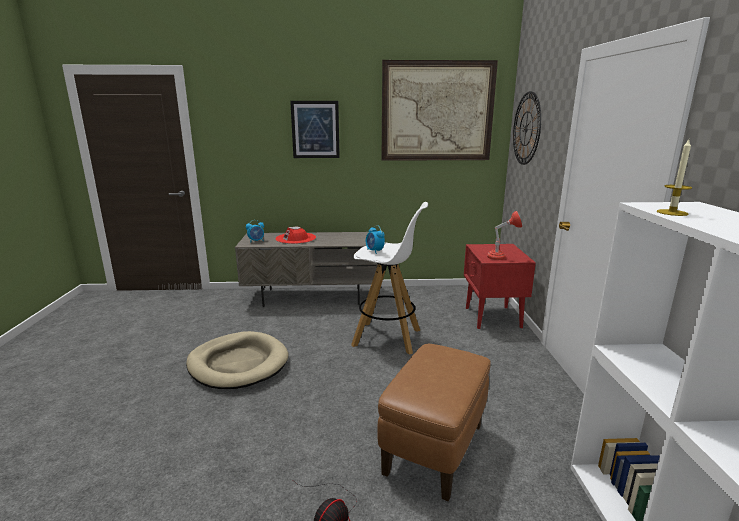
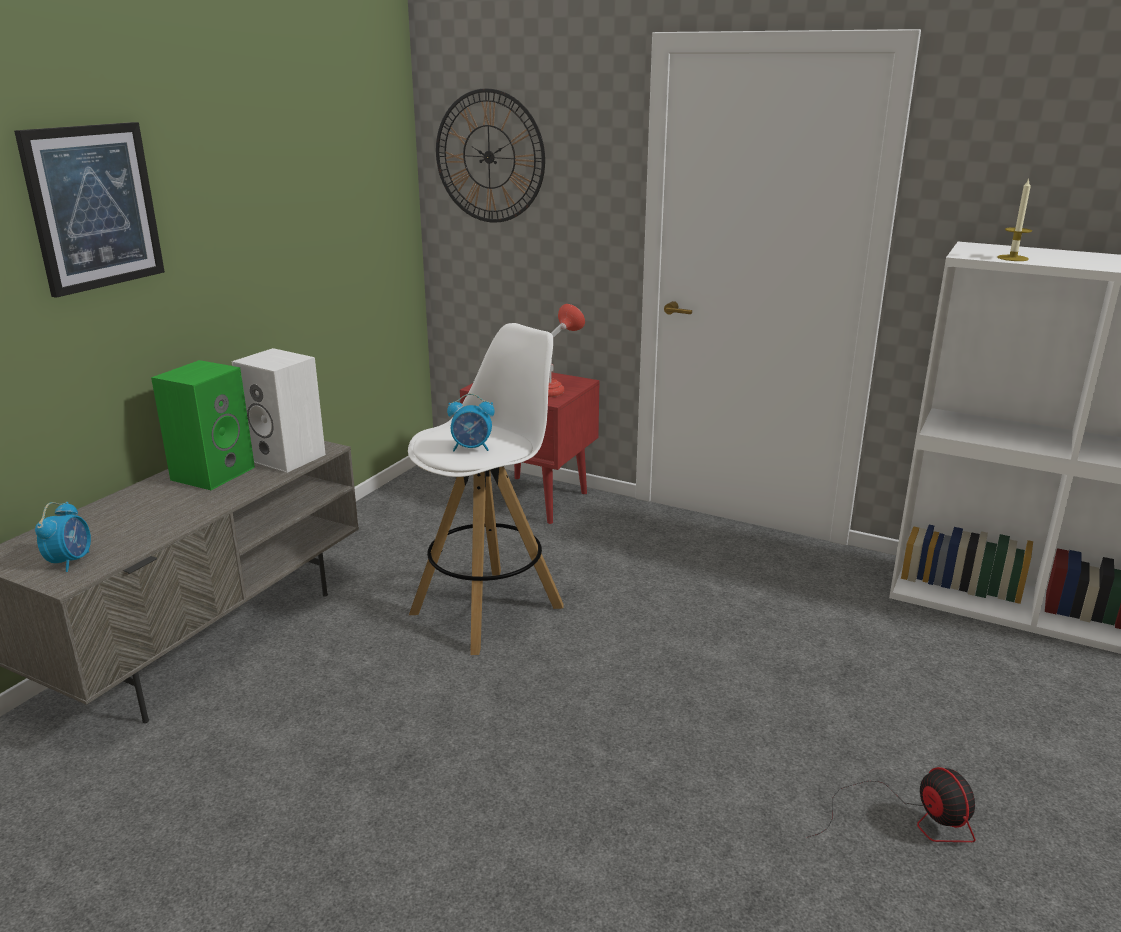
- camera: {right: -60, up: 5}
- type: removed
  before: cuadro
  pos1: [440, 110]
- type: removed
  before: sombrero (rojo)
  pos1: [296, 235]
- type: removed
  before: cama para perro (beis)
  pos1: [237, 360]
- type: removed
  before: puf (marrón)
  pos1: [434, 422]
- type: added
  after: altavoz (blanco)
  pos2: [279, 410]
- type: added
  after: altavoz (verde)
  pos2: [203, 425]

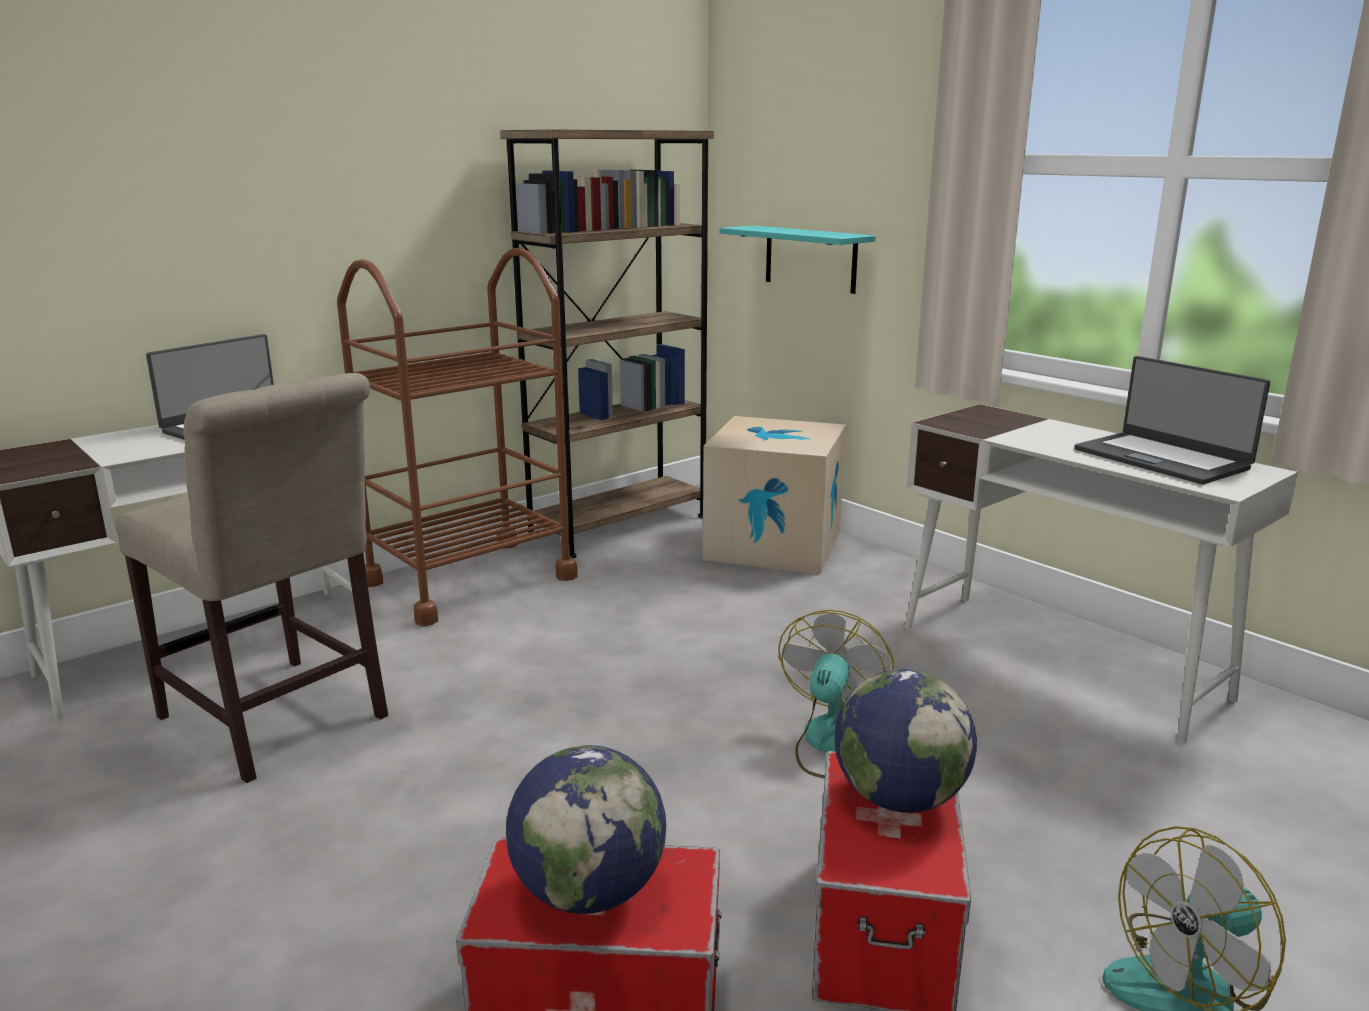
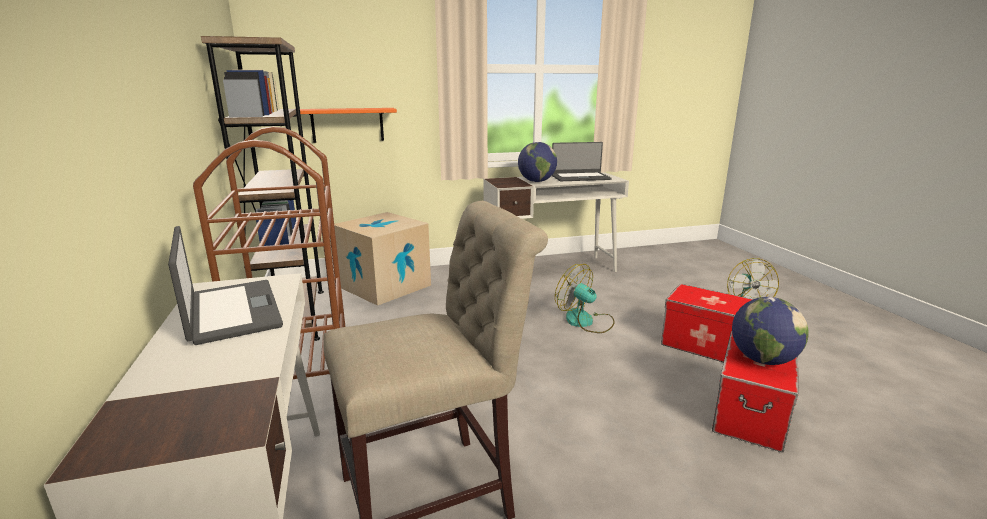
- camera: {right: -65, up: 0}
- type: recoloured
  before: estante (turquesa)
  after: estante (naranja)
  pos1: [798, 259]
  pos2: [348, 125]
- type: moved
  before: globo terráqueo
  pos1: [905, 741]
  pos2: [537, 162]

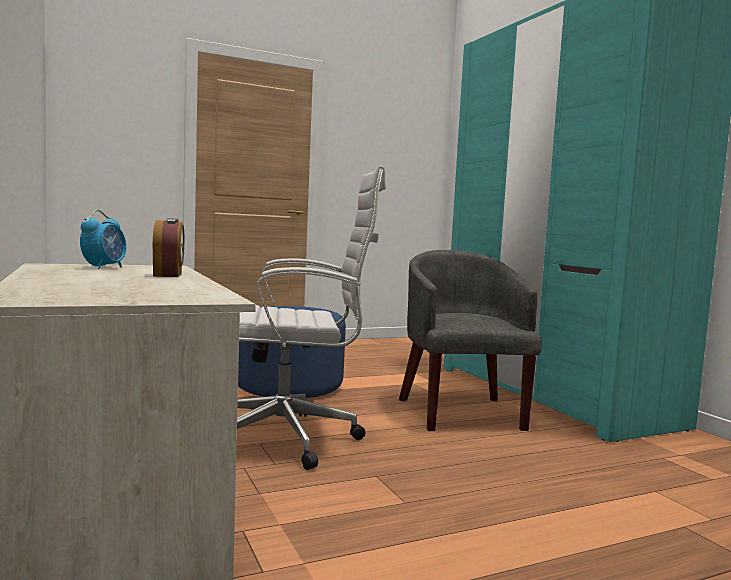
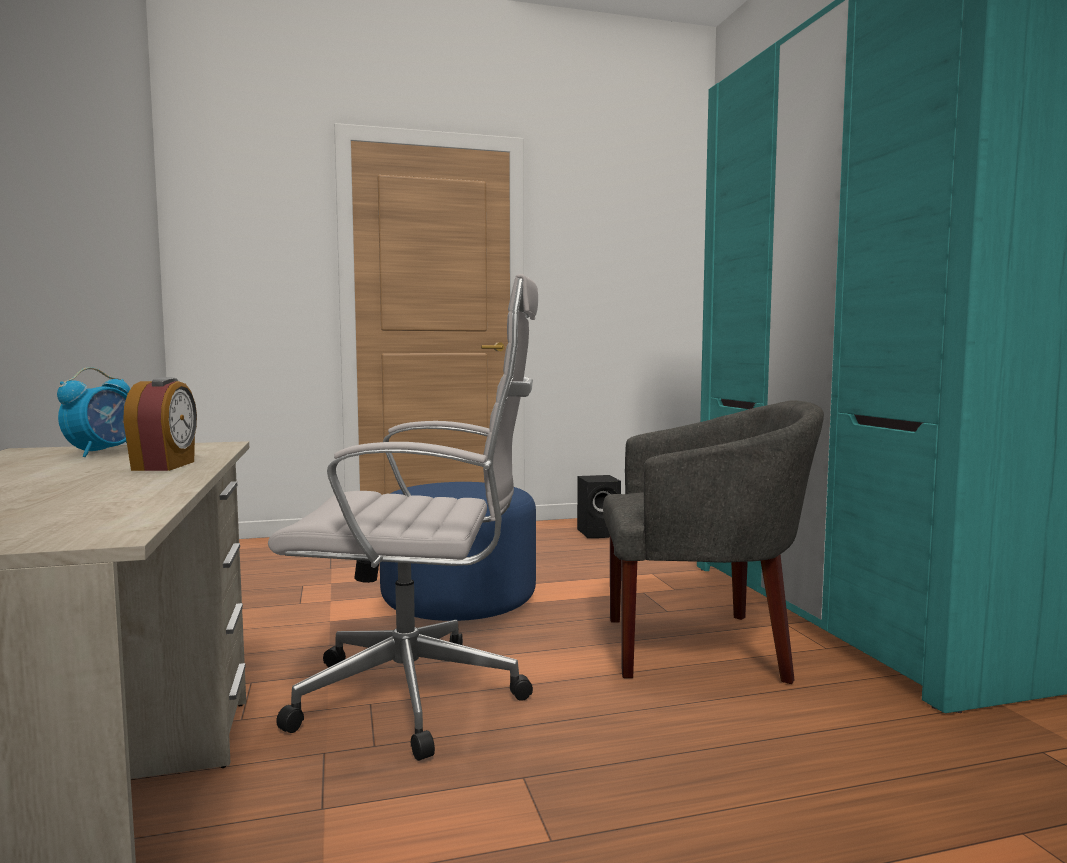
- camera: {right: 10, up: 0}
- type: turned
  before: sillón (gris)
  pos1: [470, 340]
  pos2: [713, 542]
  turn: 90
- type: added
  after: altavoz (negro)
  pos2: [599, 506]

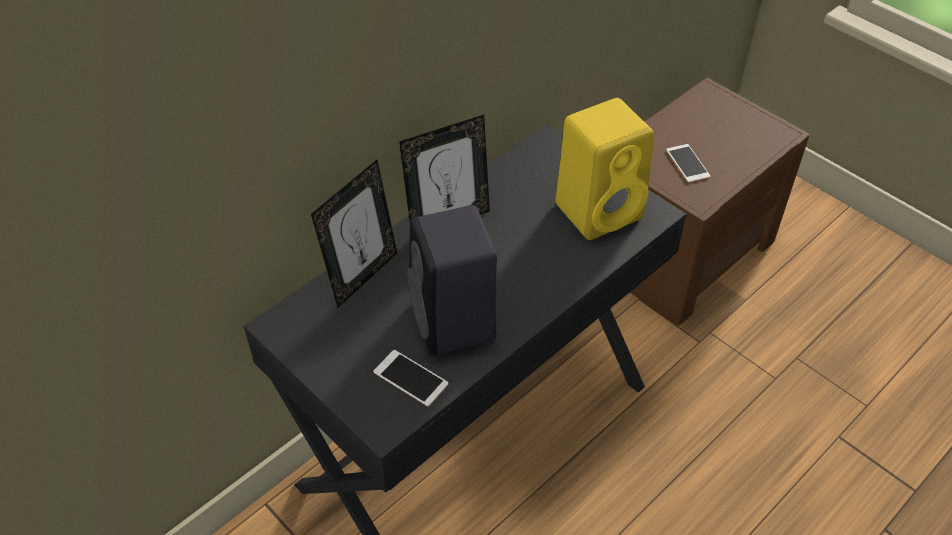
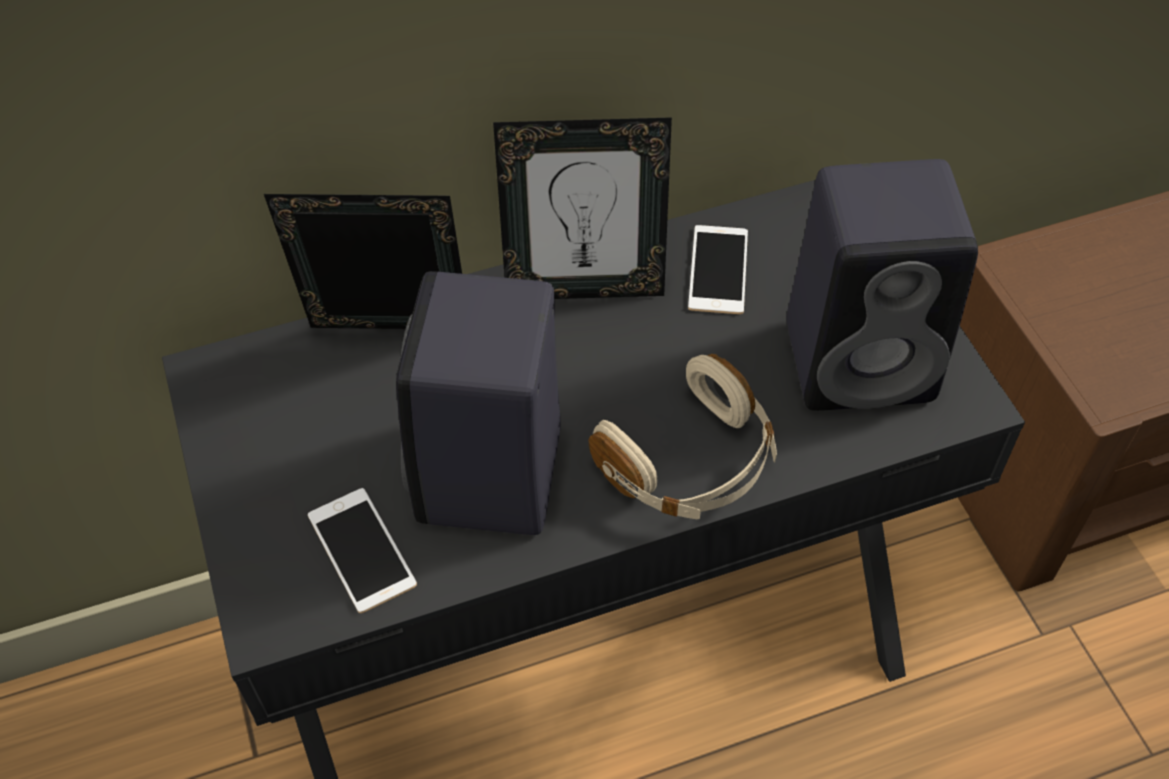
- camera: {right: 25, up: 5}
- type: recoloured
  before: altavoz (amarillo)
  after: altavoz (negro)
  pos1: [604, 169]
  pos2: [882, 285]
- type: moved
  before: móvil
  pos1: [688, 163]
  pos2: [718, 269]
- type: turned
  before: portarretratos
  pos1: [354, 234]
  pos2: [363, 261]
  turn: -150
- type: added
  after: auriculares (beis)
  pos2: [683, 436]

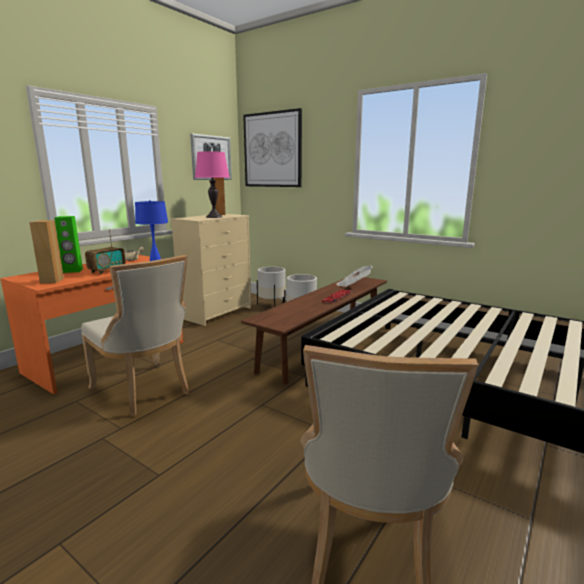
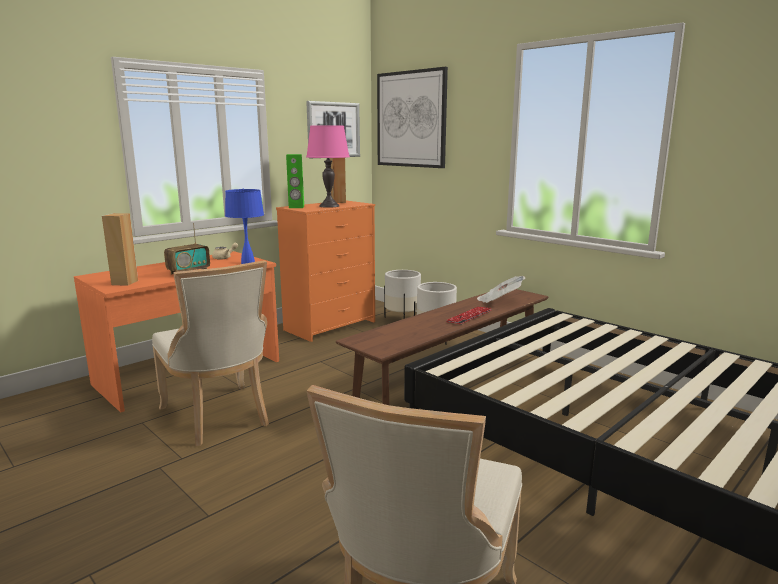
- camera: {right: 10, up: 0}
- type: recoloured
  before: cómoda (beis)
  after: cómoda (naranja)
  pos1: [211, 270]
  pos2: [325, 271]
- type: moved
  before: altavoz (verde)
  pos1: [68, 244]
  pos2: [295, 181]

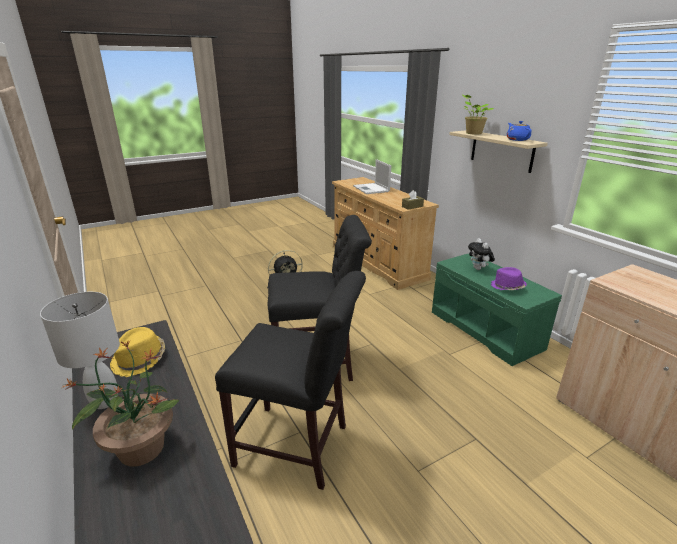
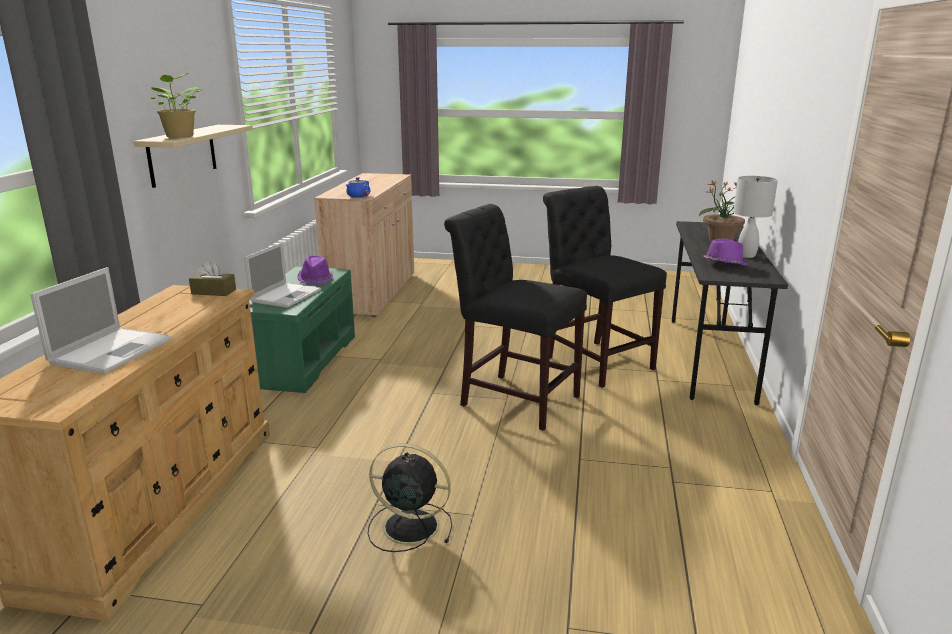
- camera: {right: -140, up: -5}
- type: moved
  before: tetera (azul)
  pos1: [519, 131]
  pos2: [358, 187]
- type: replaced
  before: peluche
  after: portátil
  pos1: [481, 254]
  pos2: [282, 275]
- type: recoloured
  before: sombrero (amarillo)
  after: sombrero (morado)
  pos1: [137, 352]
  pos2: [726, 252]

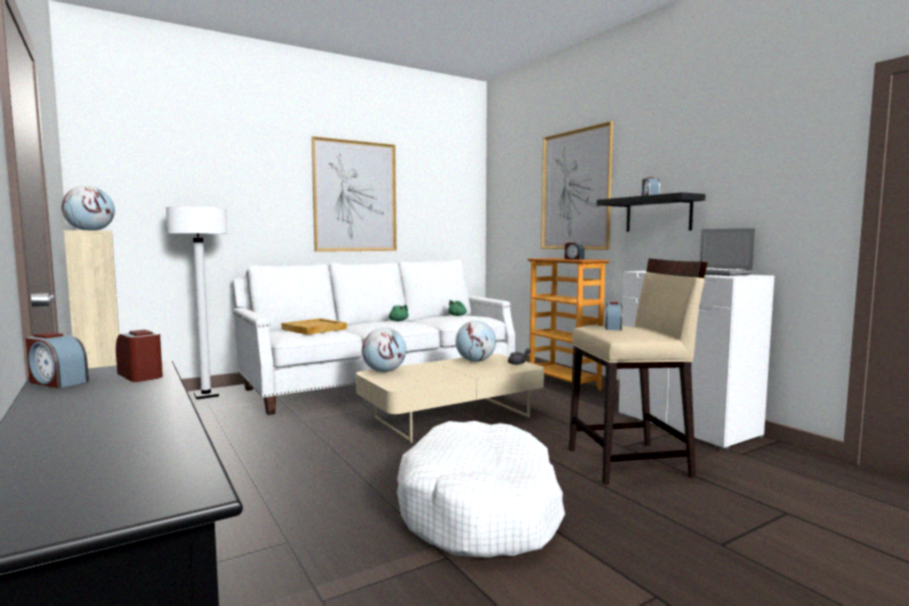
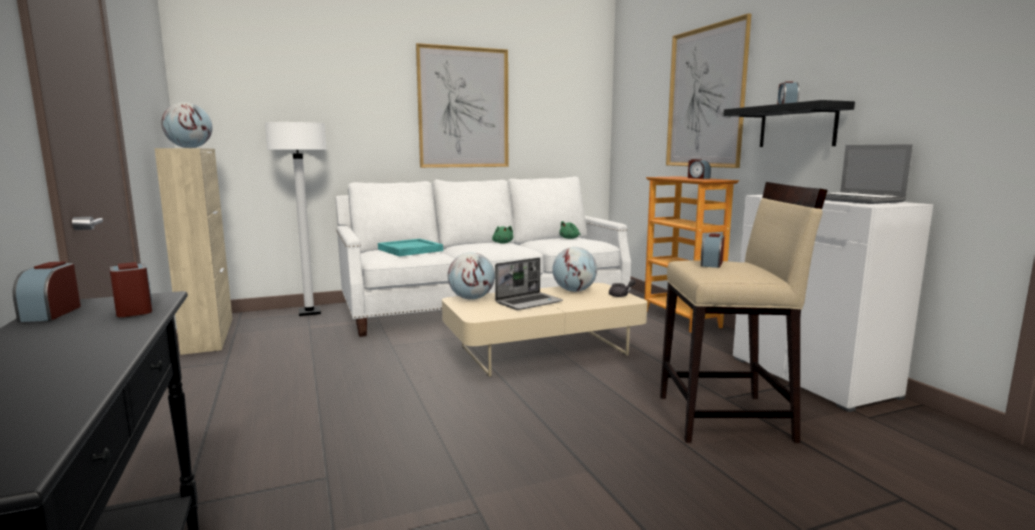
- camera: {right: 10, up: 5}
- type: recoloured
  before: bandeja (beis)
  after: bandeja (turquesa)
  pos1: [314, 326]
  pos2: [410, 247]
- type: turned
  before: despertador
  pos1: [57, 360]
  pos2: [46, 292]
  turn: 45
- type: removed
  before: cama para perro (blanco)
  pos1: [481, 489]
- type: added
  after: portátil
  pos2: [529, 284]

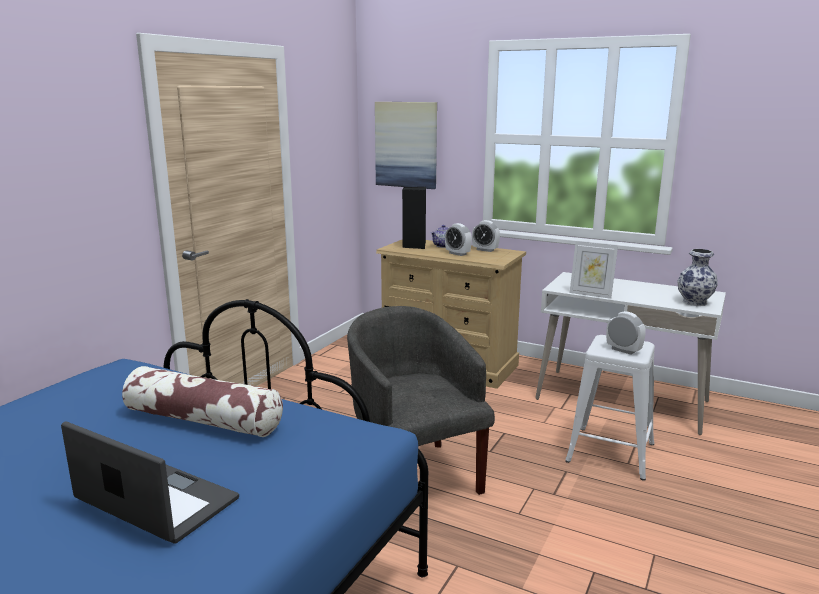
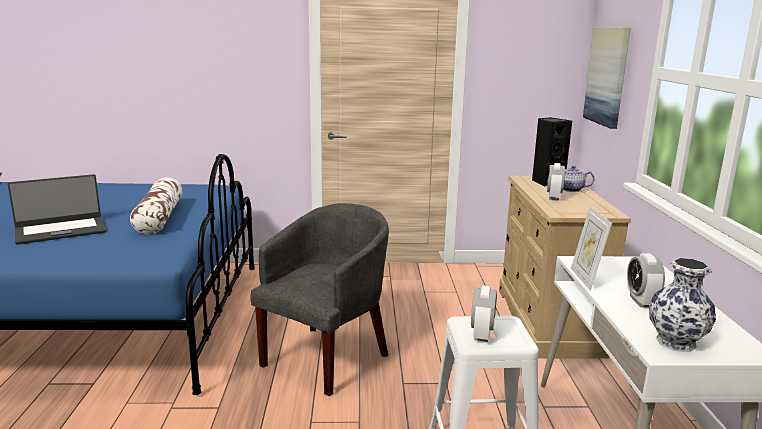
- camera: {right: 60, up: 0}
- type: moved
  before: despertador
  pos1: [486, 236]
  pos2: [646, 280]
- type: turned
  before: portátil
  pos1: [150, 482]
  pos2: [57, 209]
  turn: 60

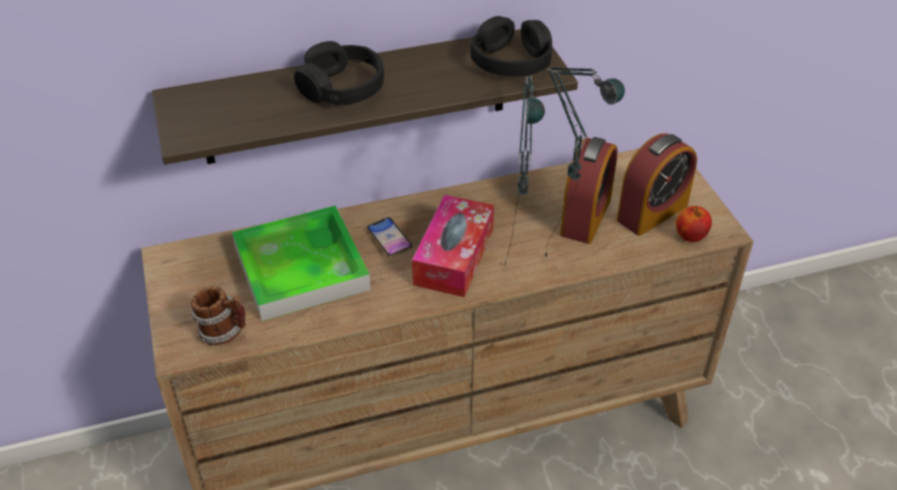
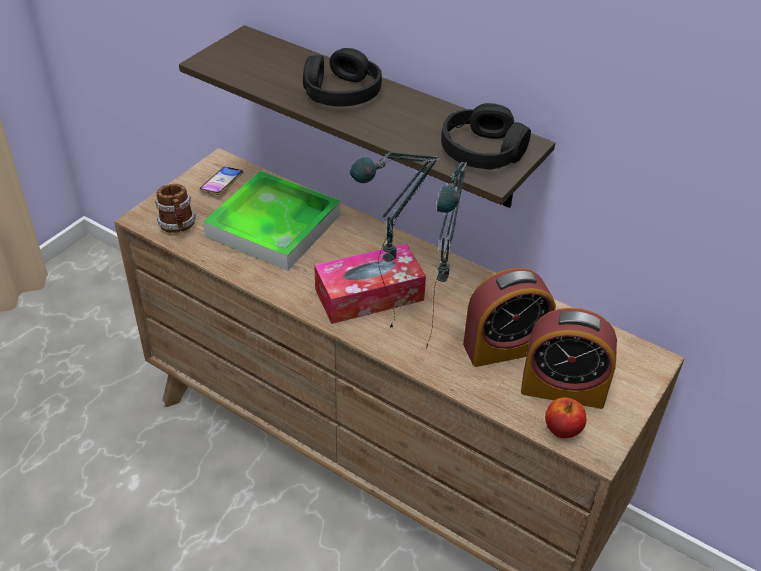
- camera: {right: 50, up: 0}
- type: moved
  before: móvil
  pos1: [390, 237]
  pos2: [221, 181]

